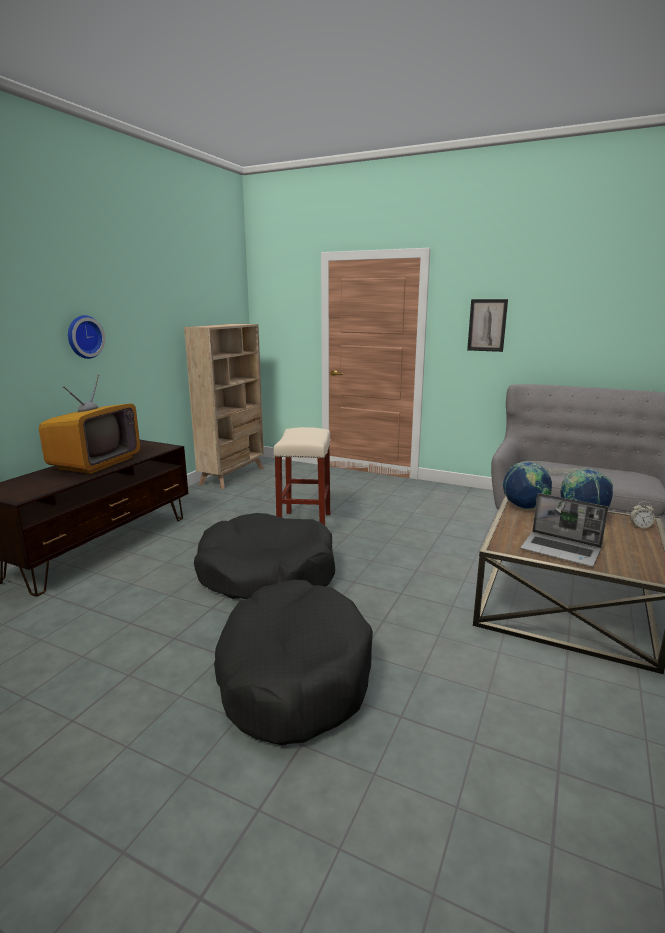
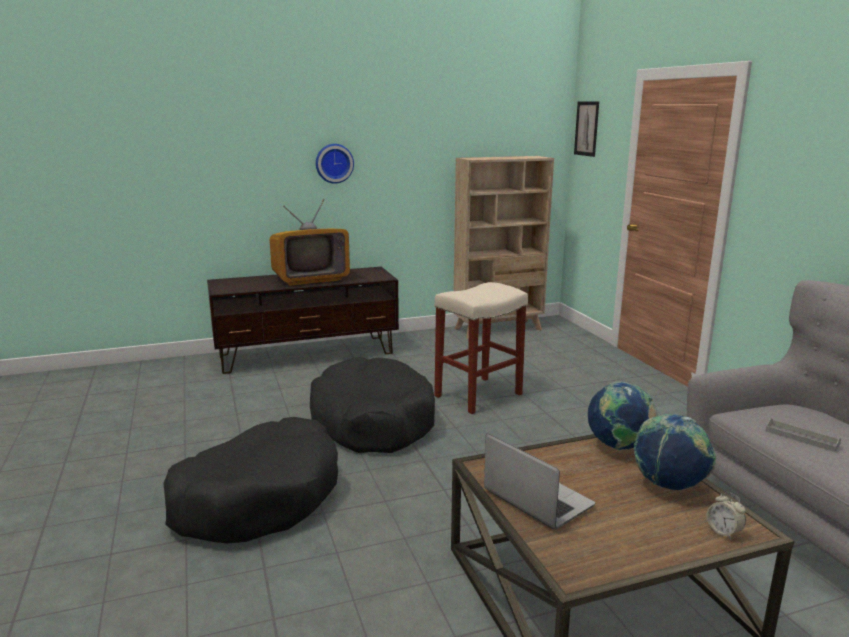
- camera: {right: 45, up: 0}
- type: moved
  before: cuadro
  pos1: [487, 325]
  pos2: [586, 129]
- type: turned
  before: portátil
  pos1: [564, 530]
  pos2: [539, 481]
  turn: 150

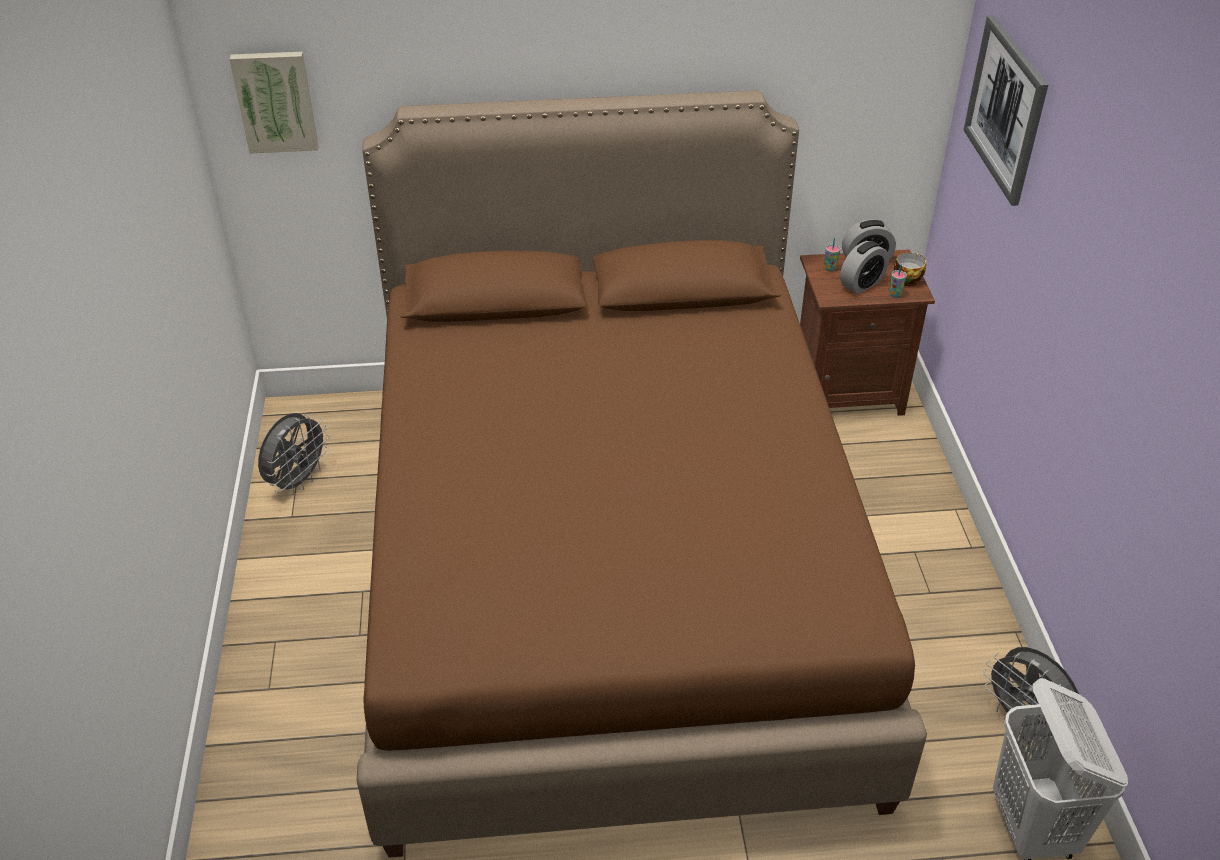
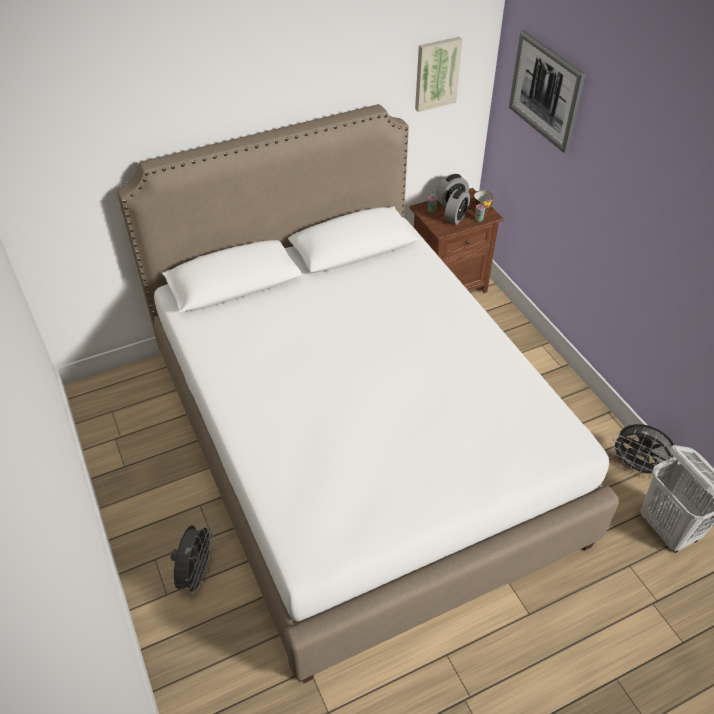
- camera: {right: -20, up: 5}
- type: moved
  before: cuadro
  pos1: [274, 102]
  pos2: [439, 74]
- type: recoloured
  before: cama (marrón)
  after: cama (blanco)
  pos1: [641, 474]
  pos2: [368, 393]
- type: moved
  before: ventilador (gris)
  pos1: [294, 454]
  pos2: [193, 560]

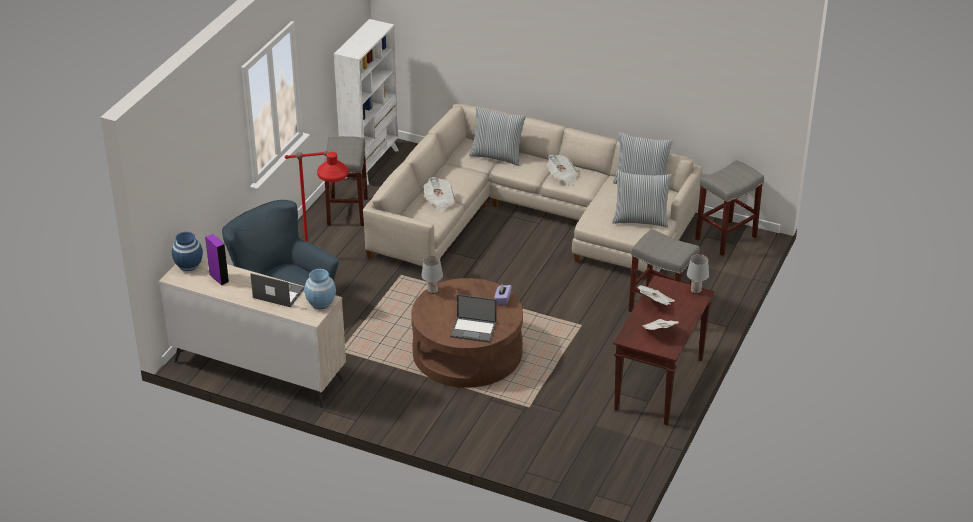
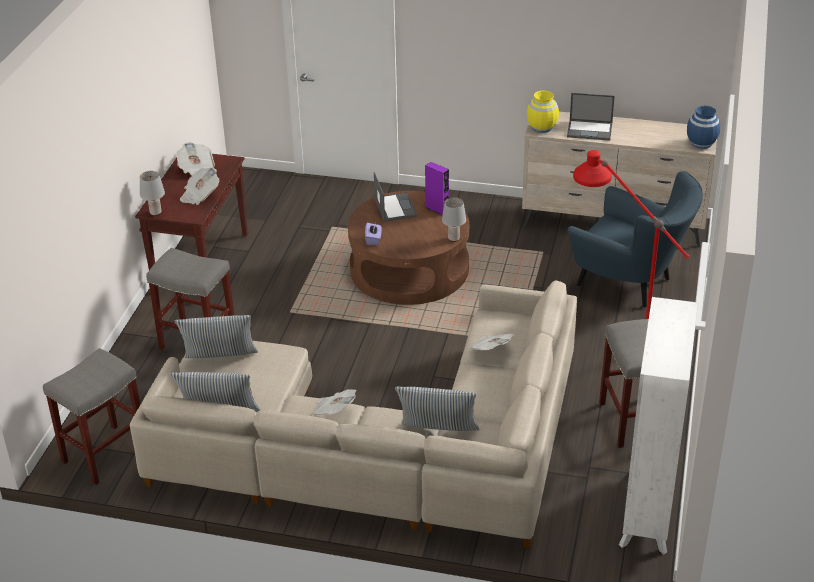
- camera: {right: 170, up: 0}
- type: moved
  before: altavoz (morado)
  pos1: [217, 260]
  pos2: [437, 188]
- type: recoloured
  before: florero (azul)
  after: florero (amarillo)
  pos1: [320, 289]
  pos2: [543, 112]
- type: turned
  before: portátil
  pos1: [473, 318]
  pos2: [395, 197]
  turn: 75

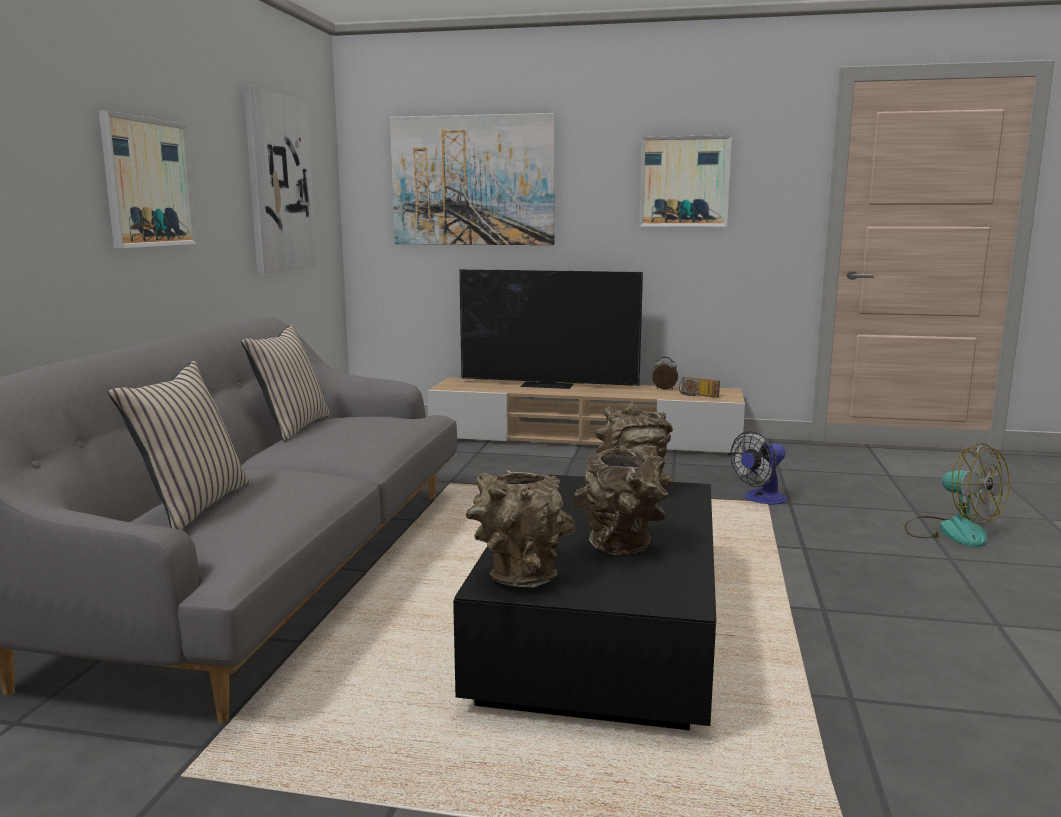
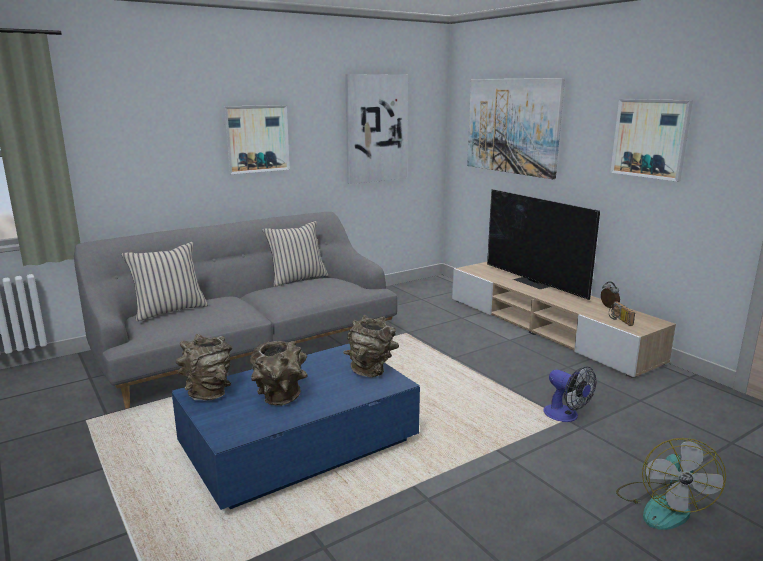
- camera: {right: 45, up: 5}
- type: turned
  before: ventilador
  pos1: [759, 468]
  pos2: [570, 394]
  turn: -135
- type: recoloured
  before: mesa de centro (negro)
  after: mesa de centro (azul)
  pos1: [585, 602]
  pos2: [296, 427]

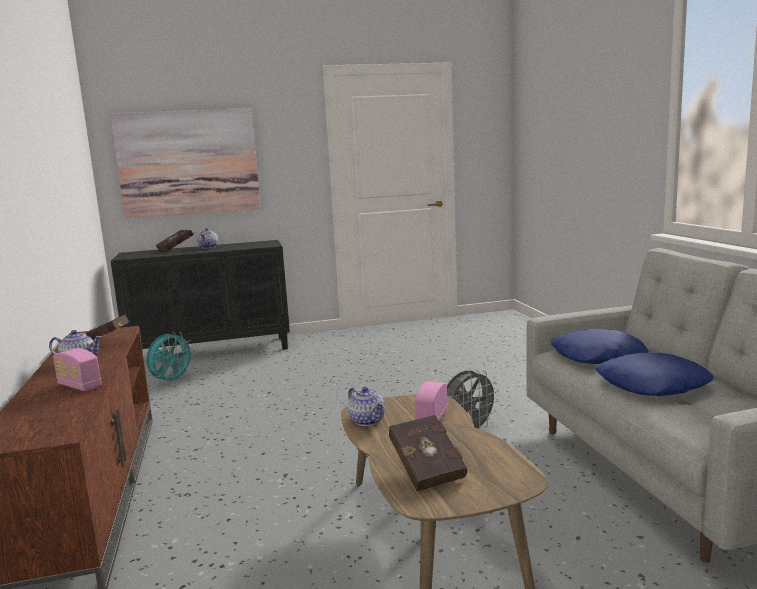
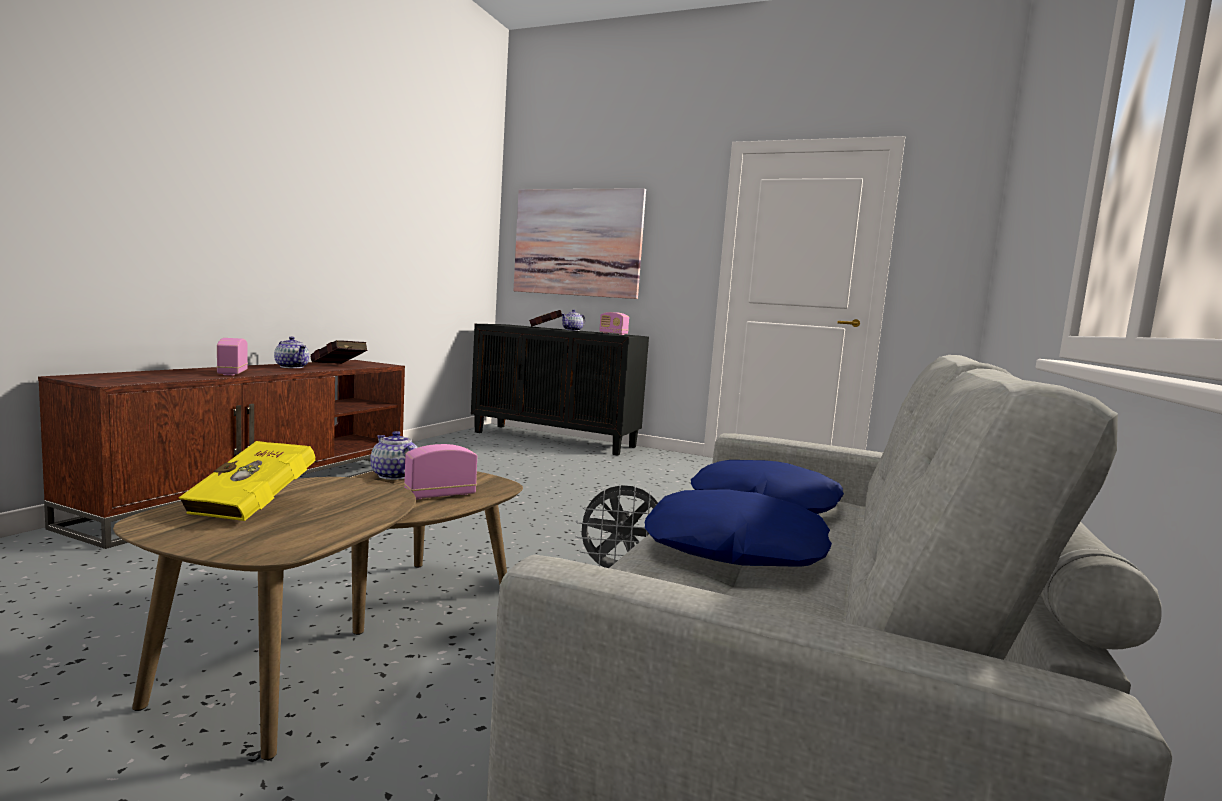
- camera: {right: 35, up: -5}
- type: removed
  before: ventilador (turquesa)
  pos1: [170, 358]
- type: turned
  before: tetera
  pos1: [366, 406]
  pos2: [394, 455]
  turn: 135
- type: recoloured
  before: libro (rojo)
  after: libro (amarillo)
  pos1: [428, 453]
  pos2: [247, 481]
- type: added
  after: radio
  pos2: [614, 323]

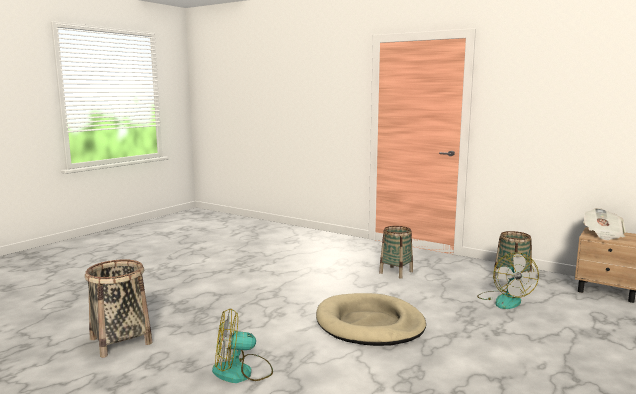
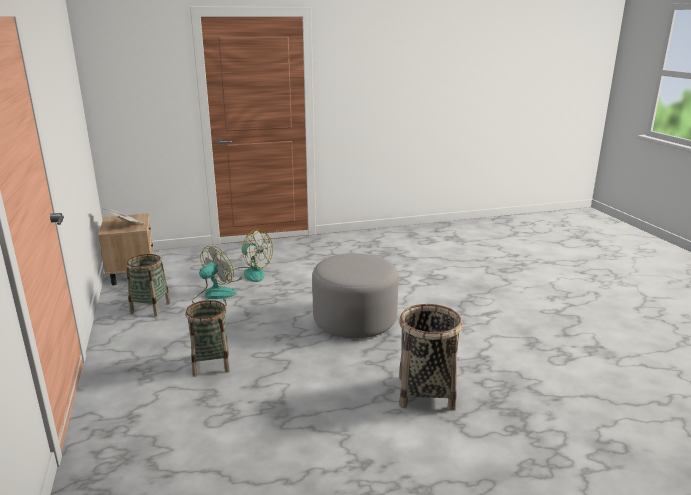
- camera: {right: -140, up: 10}
- type: moved
  before: cesta
  pos1: [118, 308]
  pos2: [430, 357]
- type: replaced
  before: cama para perro (beis)
  after: puf (gris)
  pos1: [371, 319]
  pos2: [355, 295]
- type: moved
  before: ventilador
  pos1: [242, 346]
  pos2: [250, 255]

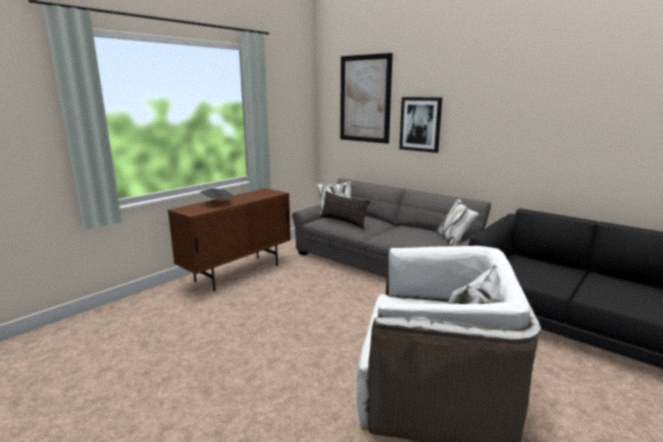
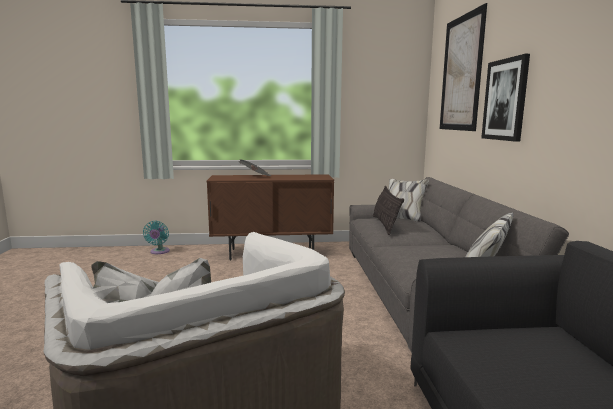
- camera: {right: 45, up: -5}
- type: added
  after: ventilador (turquesa)
  pos2: [156, 237]

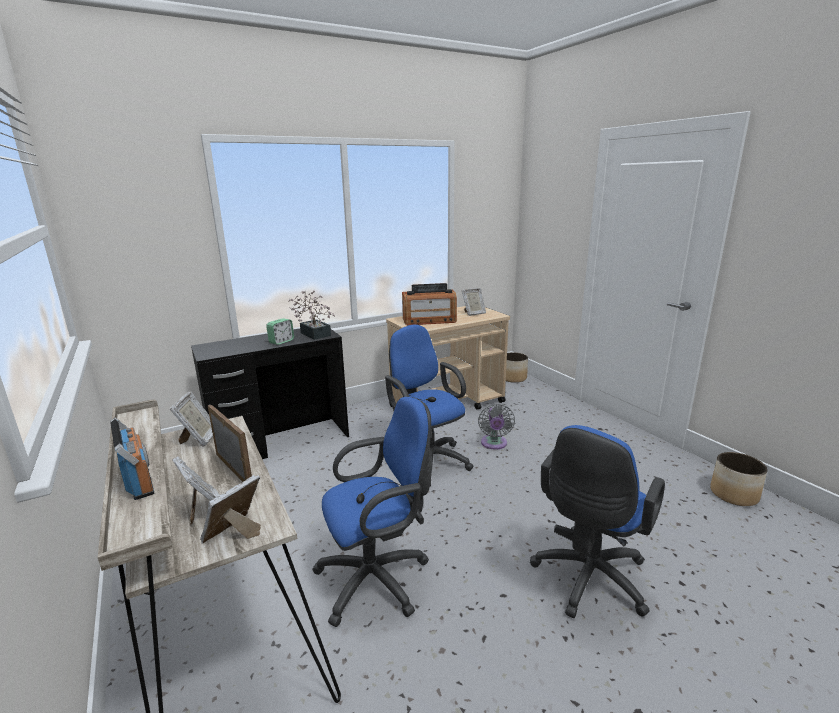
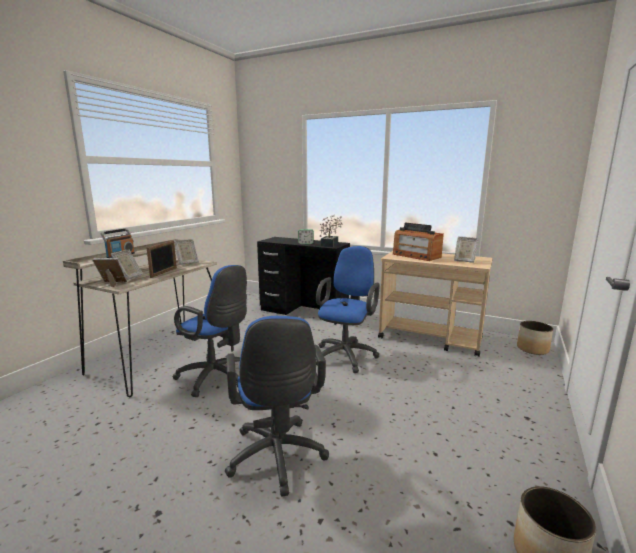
- camera: {right: 55, up: -5}
- type: removed
  before: ventilador (gris)
  pos1: [496, 427]
- type: turned
  before: silla de oficina (azul)
  pos1: [597, 521]
  pos2: [277, 406]
  turn: -105

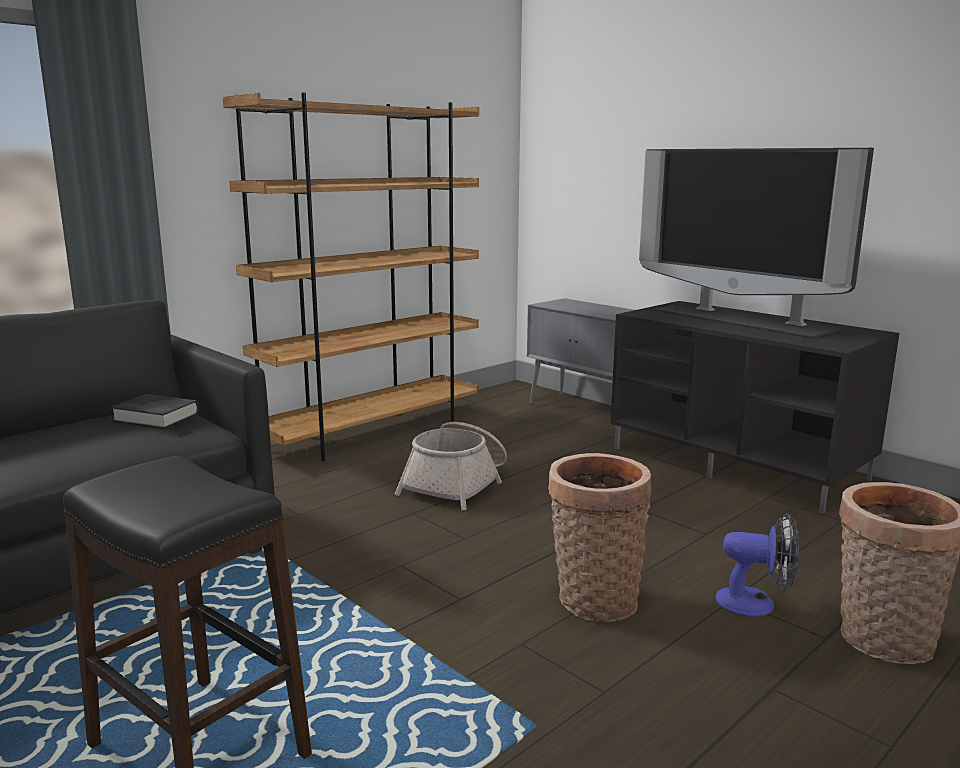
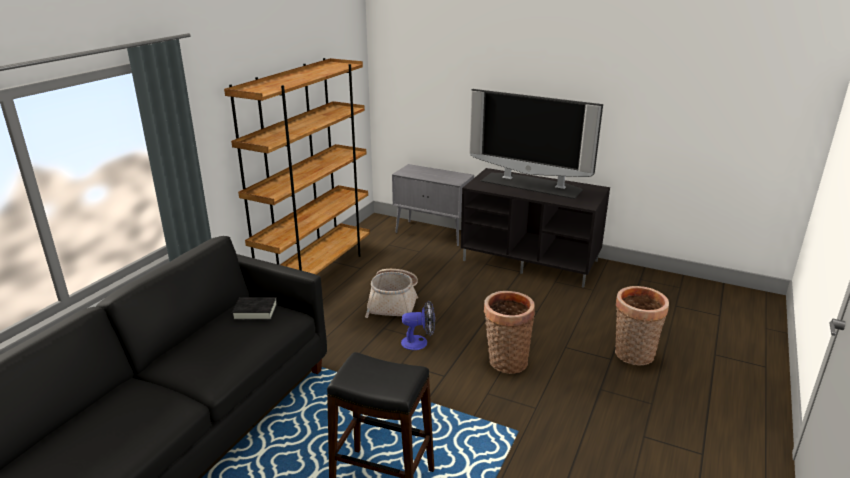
- camera: {right: -20, up: 10}
- type: moved
  before: ventilador
  pos1: [757, 565]
  pos2: [418, 325]

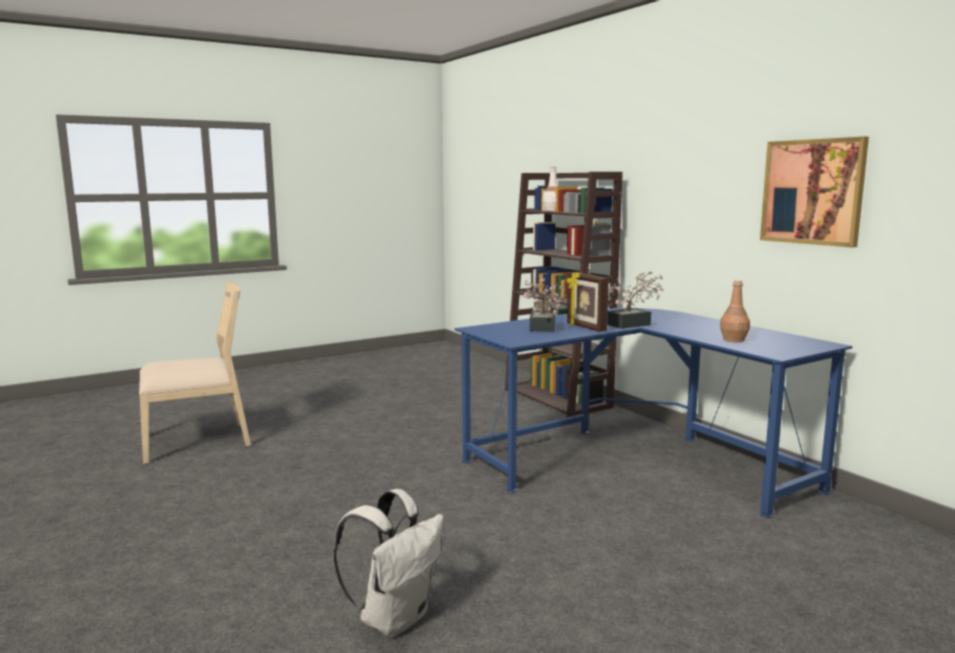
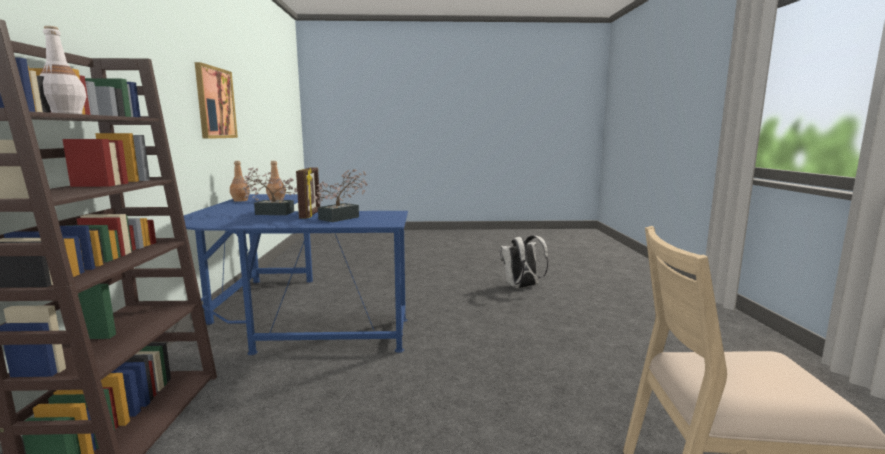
- camera: {right: -150, up: 0}
- type: added
  after: botella (marrón)
  pos2: [240, 181]

